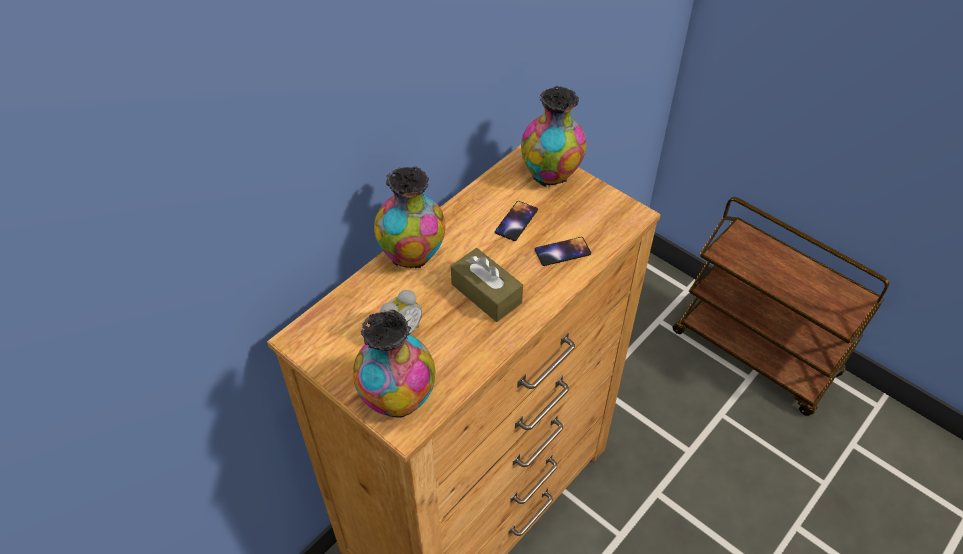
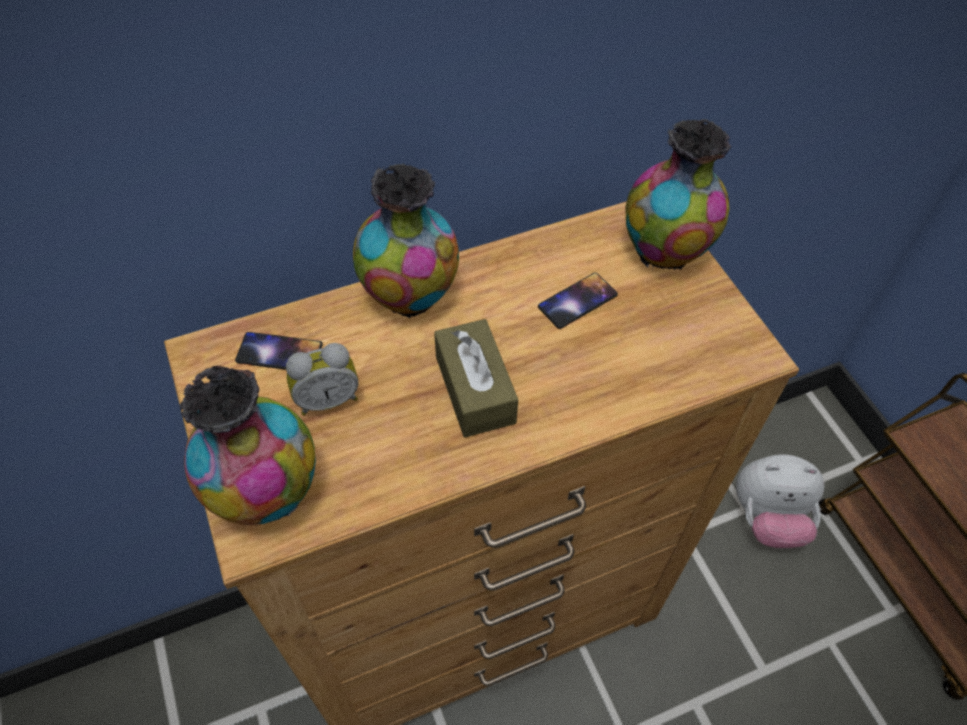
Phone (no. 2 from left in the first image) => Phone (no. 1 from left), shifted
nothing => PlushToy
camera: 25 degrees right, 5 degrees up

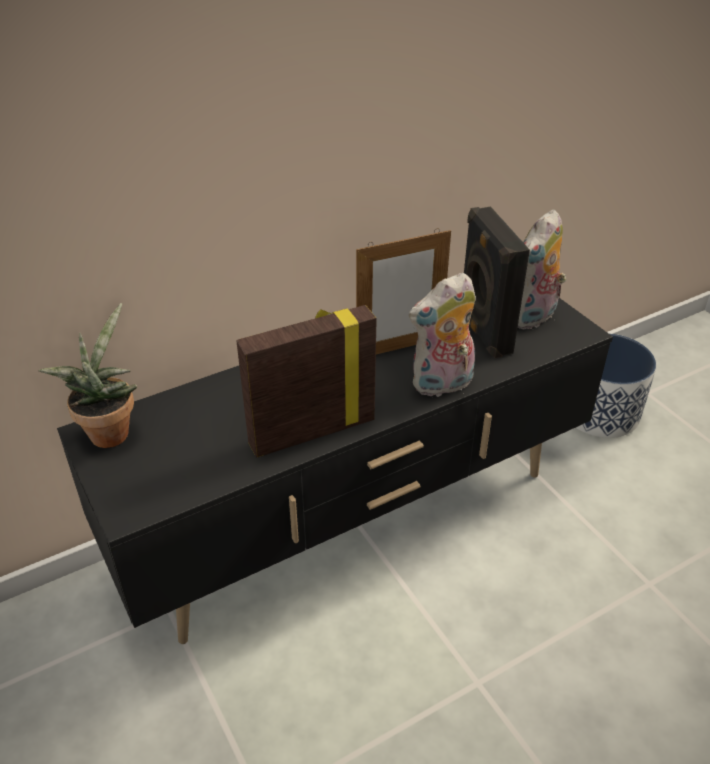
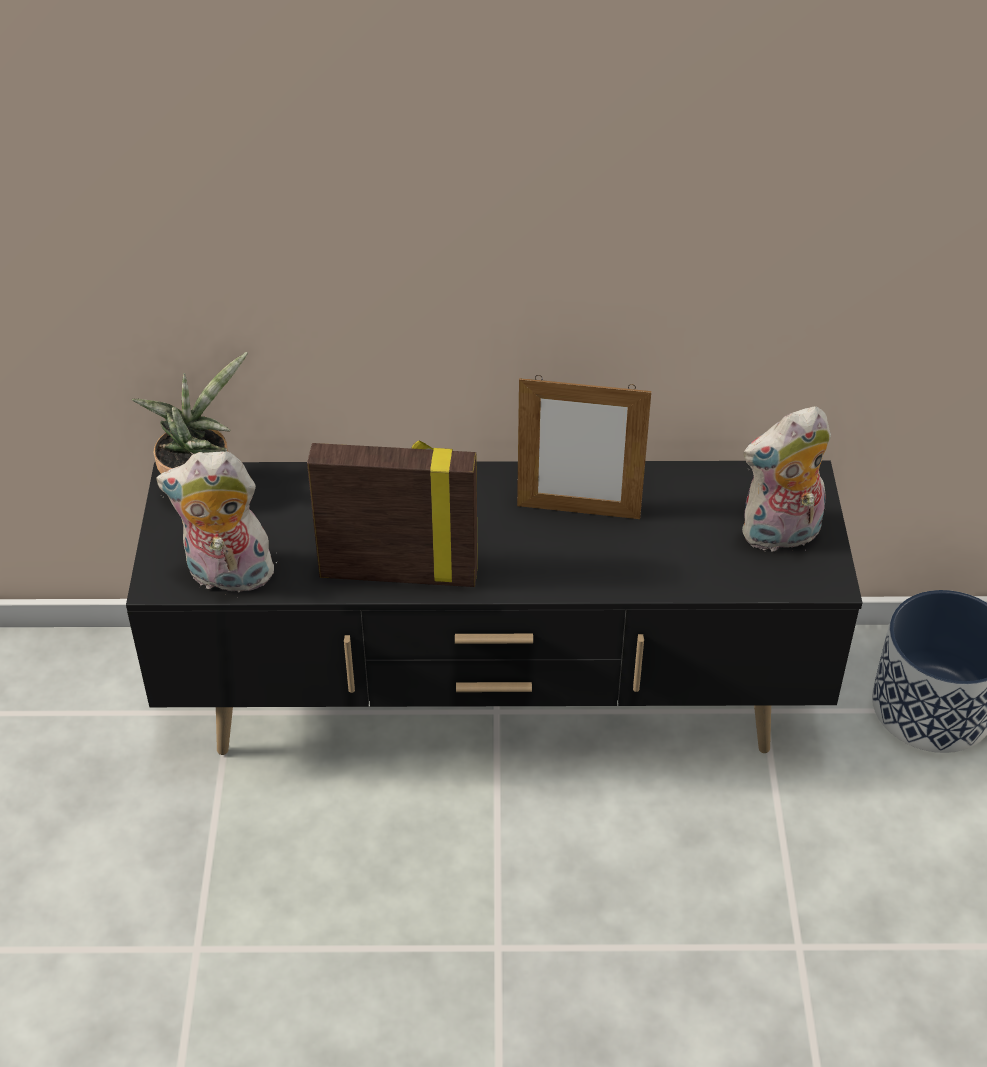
BlackSpeaker => nothing
PlushToy (no. 1 from left), shifted
camera: 30 degrees right, 5 degrees up

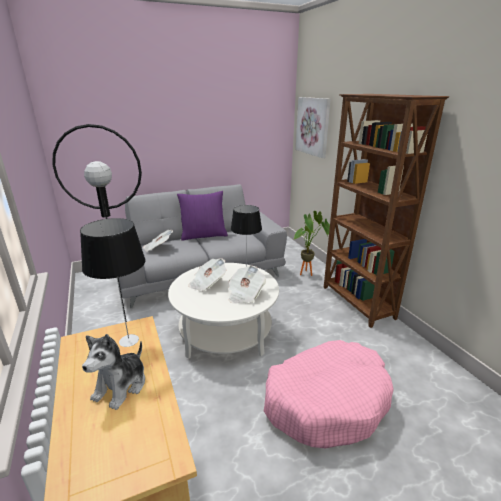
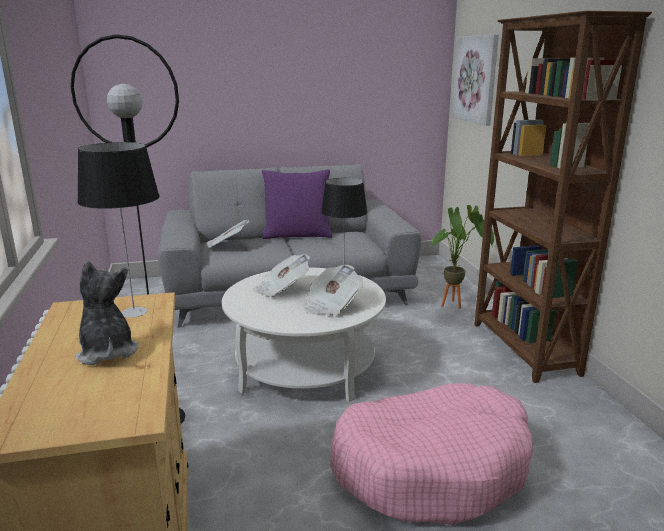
PlushToy, 120 degrees clockwise
camera: 10 degrees right, 5 degrees down

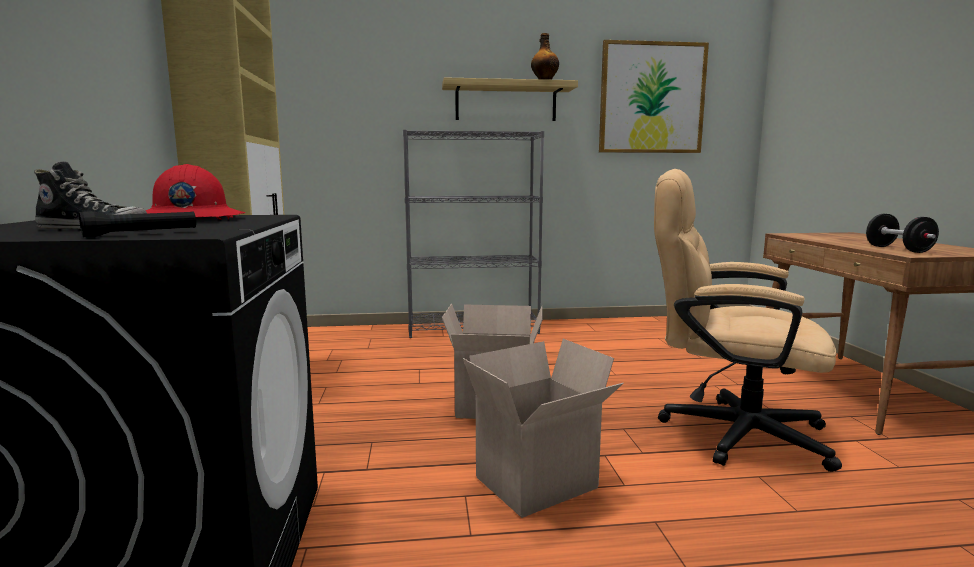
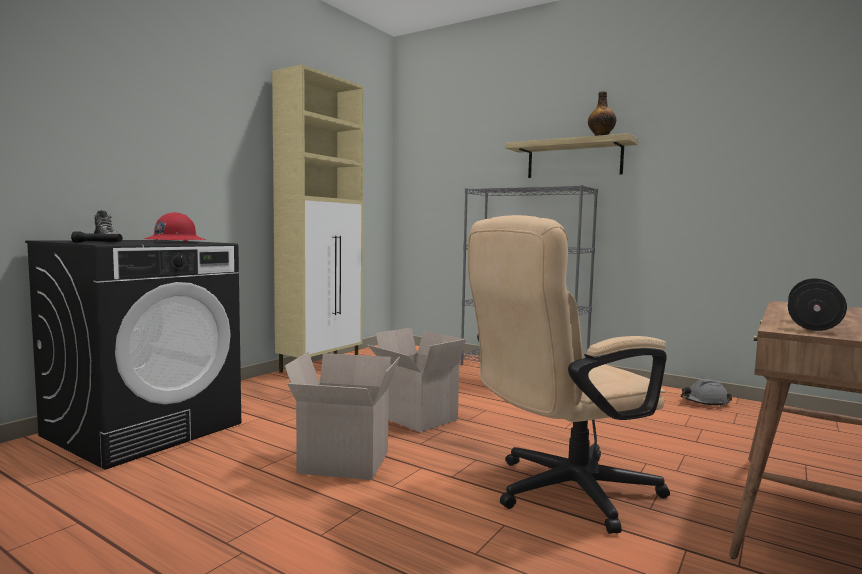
Picture => nothing
BeigeOfficeChair, 90 degrees counterclockwise
nothing => GreyHardHat
camera: 40 degrees right, 5 degrees down

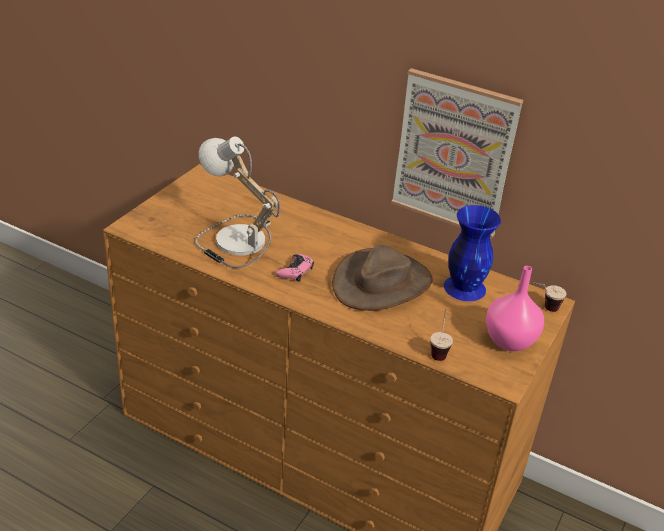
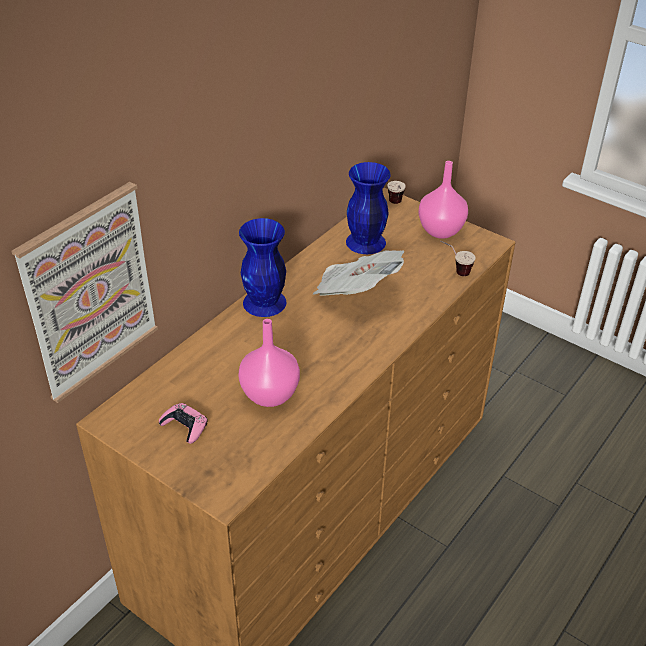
Picture, shifted
TableLamp => PinkVase (no. 1 from left)
BrownHat => Newspaper
PinkGameController, shifted
nothing => BlueVase (no. 1 from left)
camera: 80 degrees left, 5 degrees up

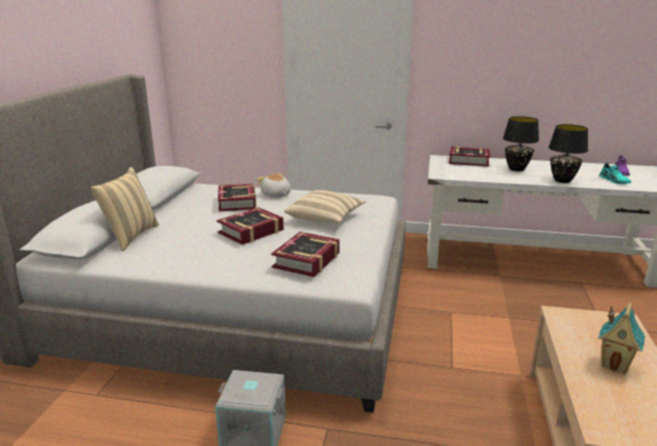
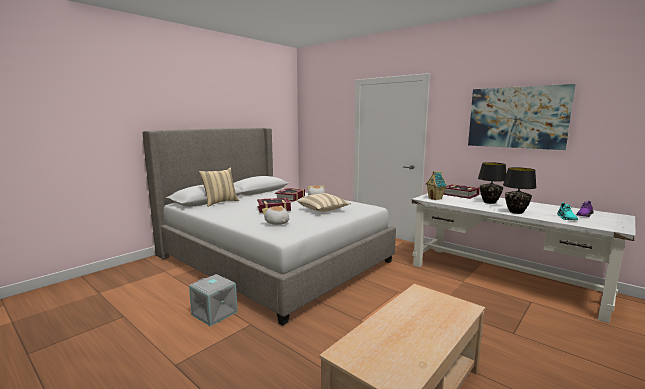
Book (no. 3 from left) => PlushToy (no. 1 from left)
ToyHouse, shifted
nothing => Picture
camera: 30 degrees right, 10 degrees down

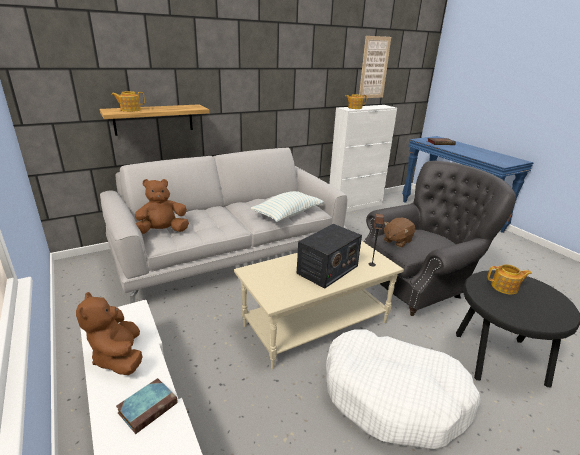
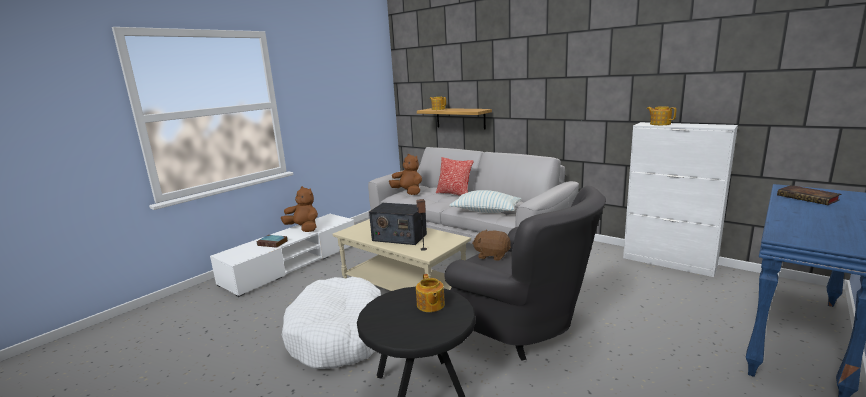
Picture => nothing
BrownPlushToy (no. 1 from left), 75 degrees clockwise
nothing => Pillow (no. 1 from left)
camera: 70 degrees right, 10 degrees down

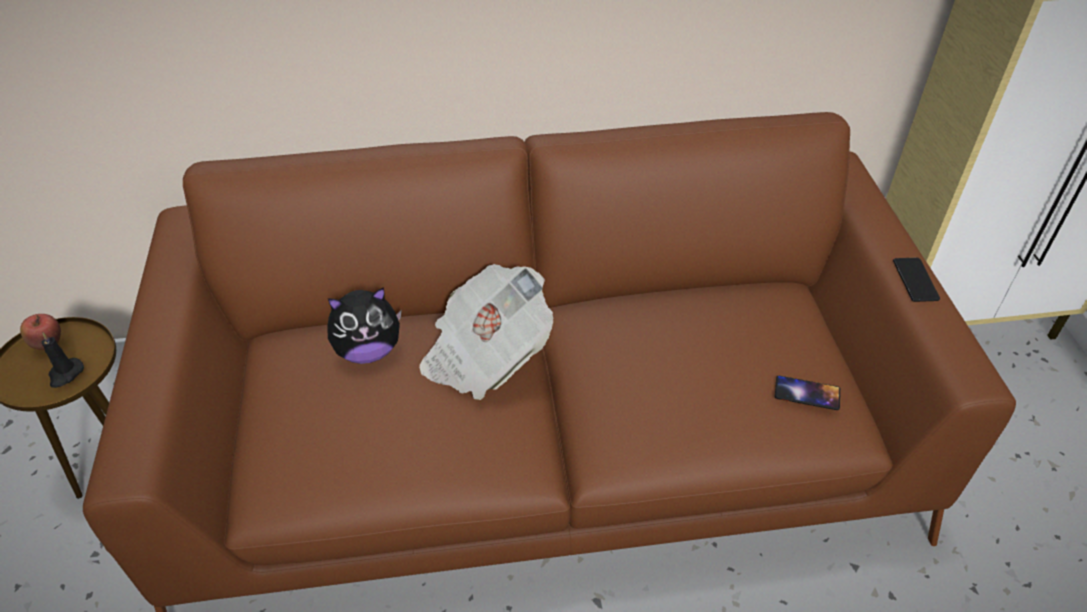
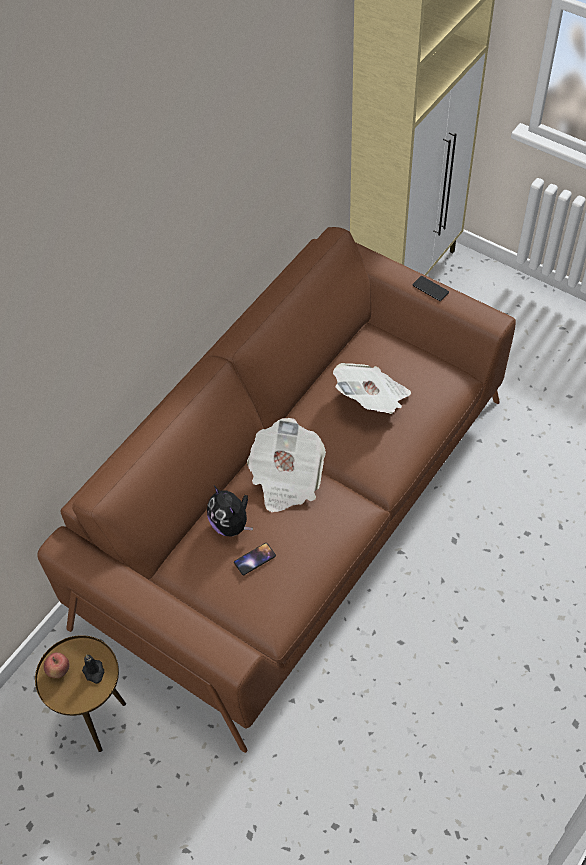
PlushToy, 120 degrees clockwise
Phone (no. 1 from left), shifted
nothing => Newspaper (no. 2 from left)
camera: 45 degrees left, 10 degrees up

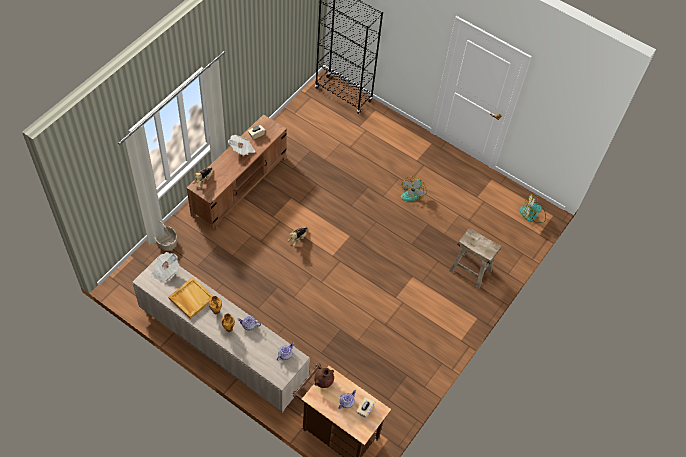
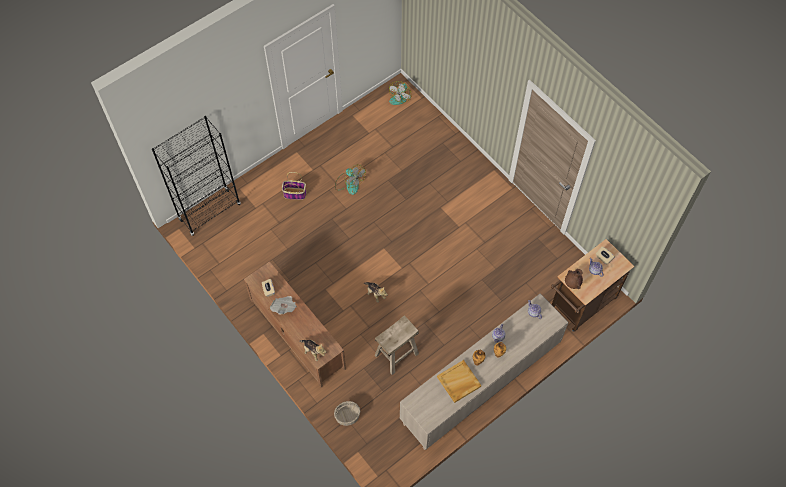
BeigeStool, shifted
Newspaper (no. 1 from left) => nothing
nothing => Basket (no. 1 from left)
camera: 70 degrees left, 5 degrees up

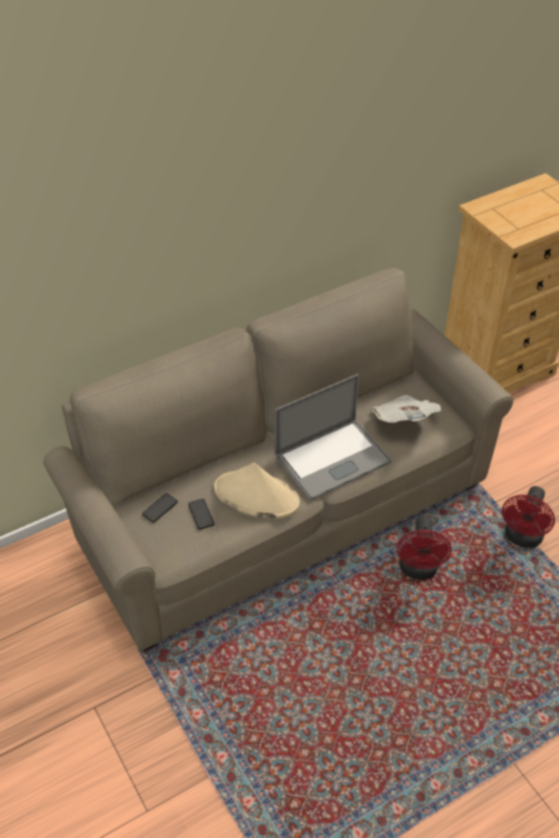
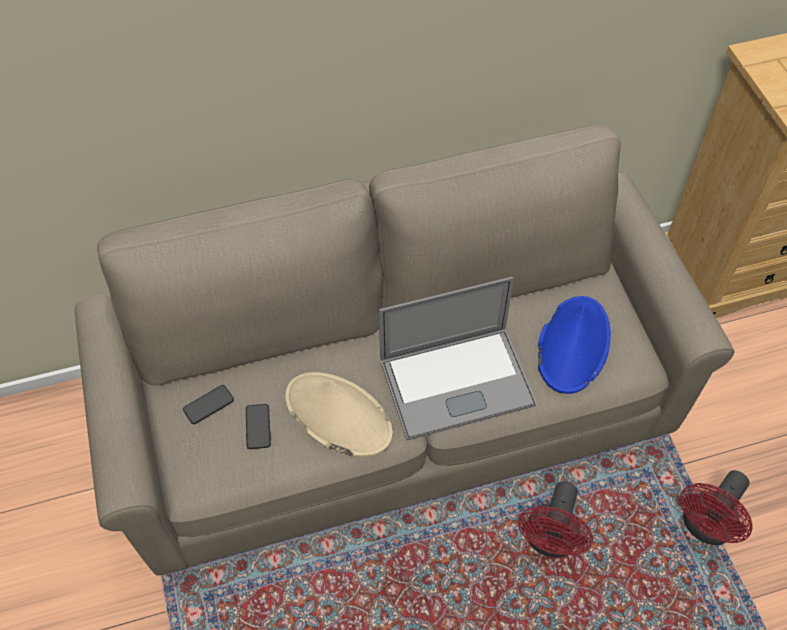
Newspaper => BlueHat
camera: 15 degrees right, 10 degrees up

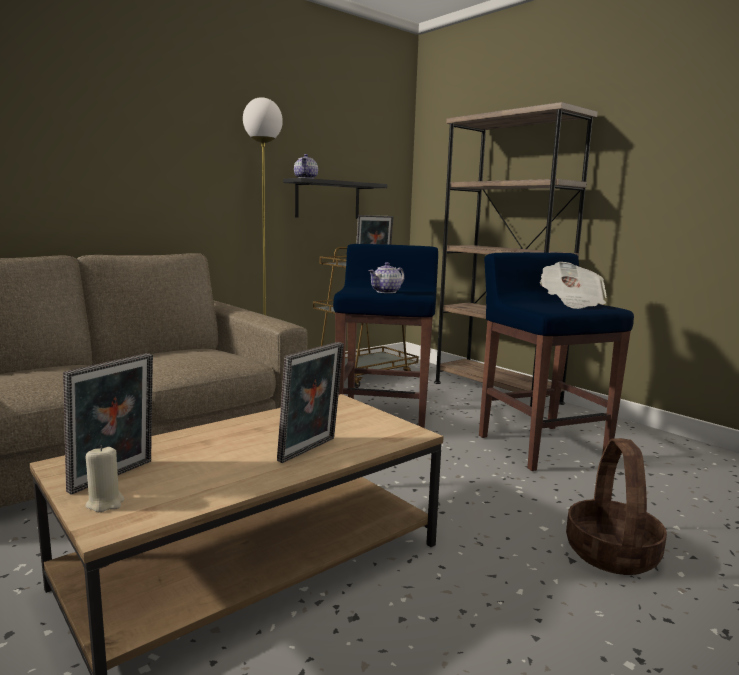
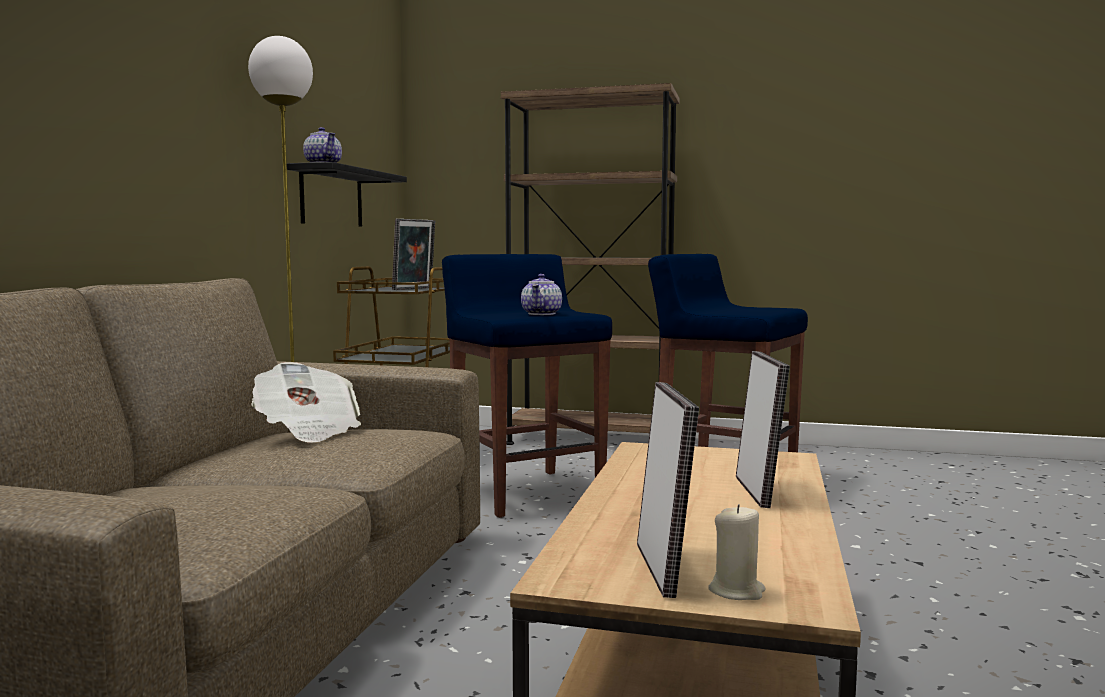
Newspaper, shifted
Basket => nothing
camera: 35 degrees left, 5 degrees down

